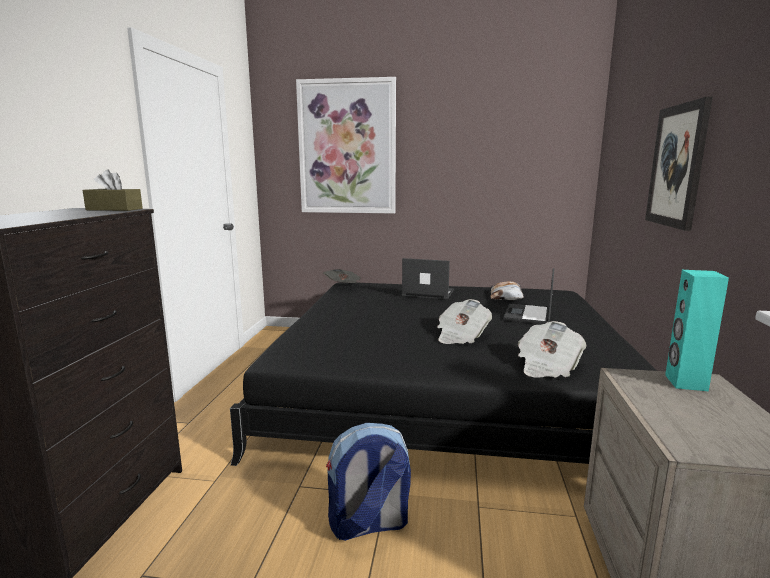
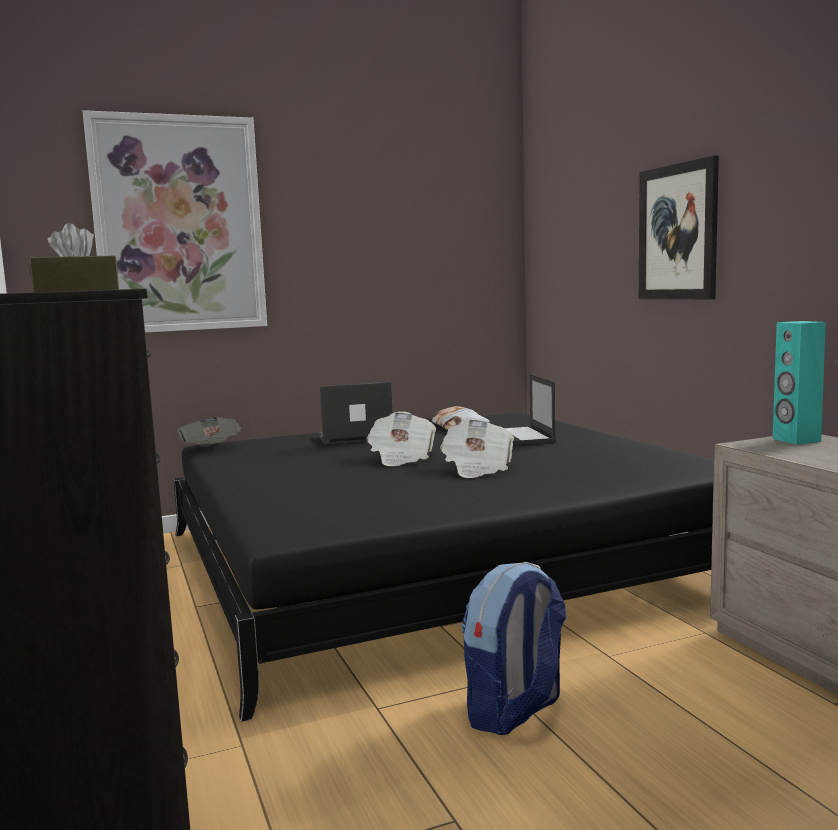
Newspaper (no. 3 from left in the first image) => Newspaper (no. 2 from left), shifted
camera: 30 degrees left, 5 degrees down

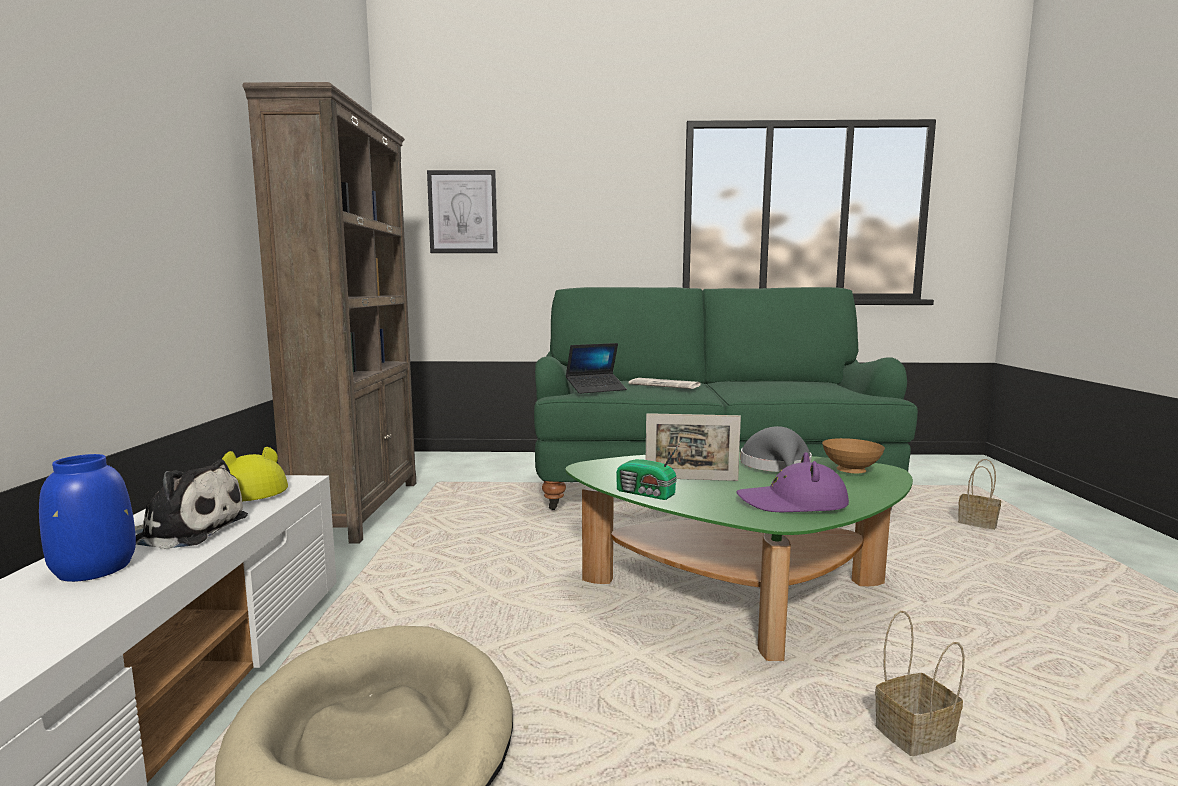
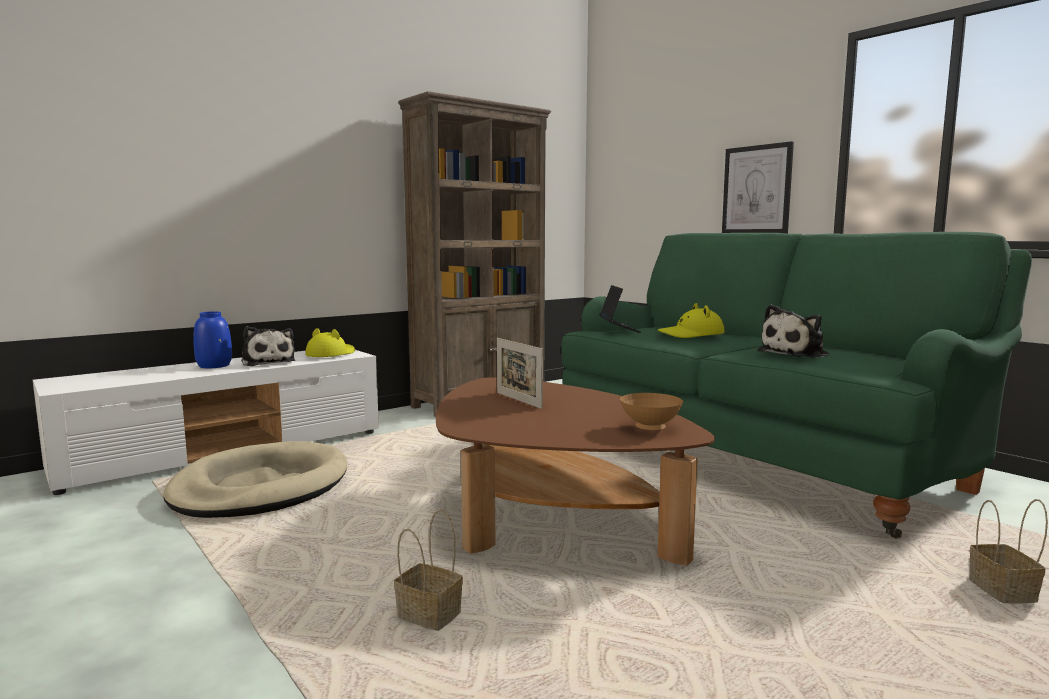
Picture, shifted
Laptop, 120 degrees counterclockwise
Newspaper => YellowHat (no. 2 from left)
GreyHat => nothing
Radio => nothing
GreenCoffeeTable => BrownCoffeeTable
PurpleHat => nothing
nothing => PlushToy (no. 2 from left)
camera: 50 degrees right, 0 degrees up

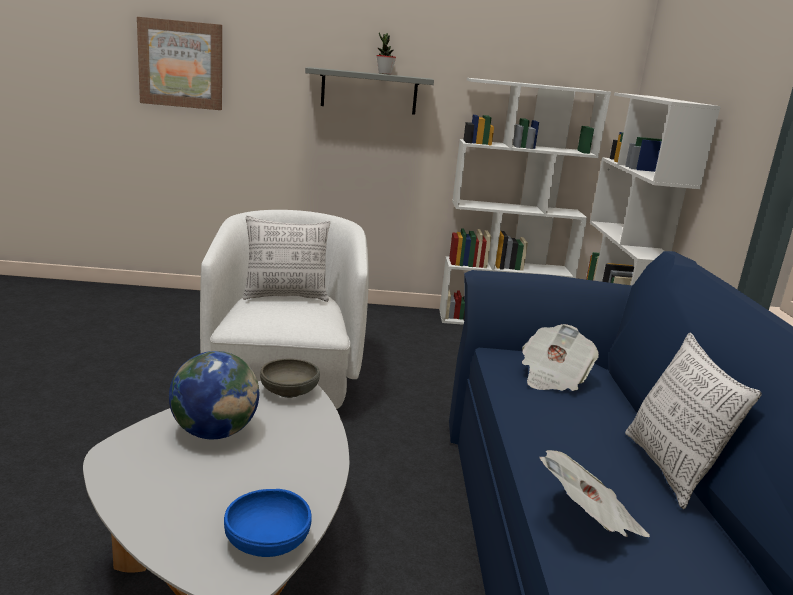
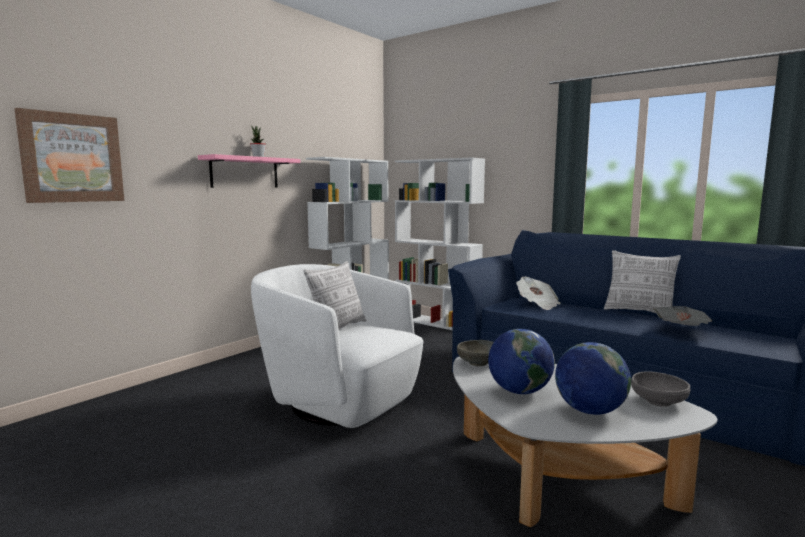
GreyShelf => PinkShelf
BlueBowl => GreyBowl (no. 2 from left)
nothing => Globe (no. 2 from left)
camera: 50 degrees left, 10 degrees down

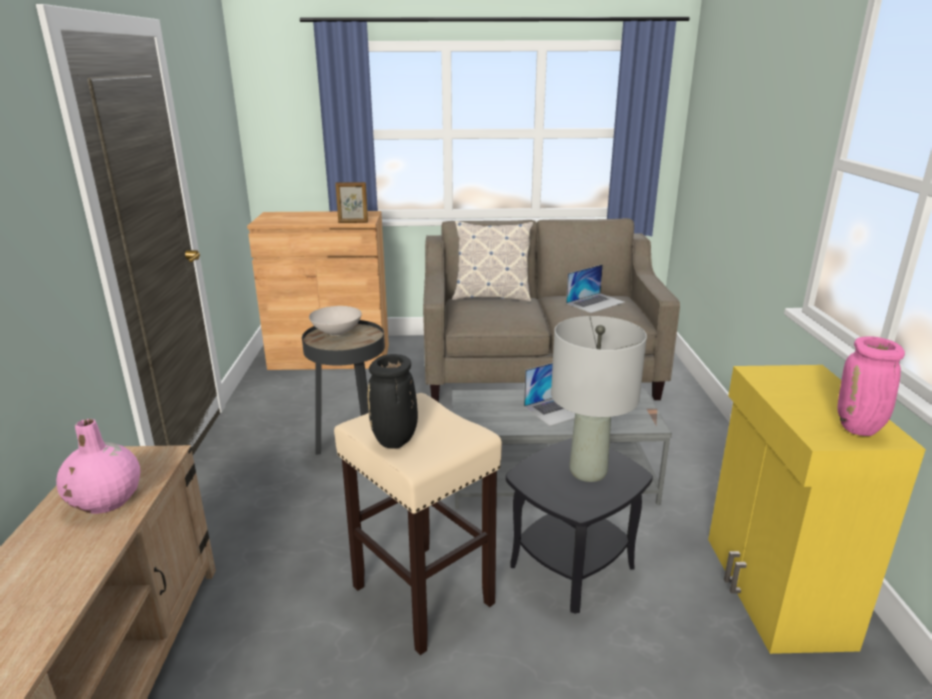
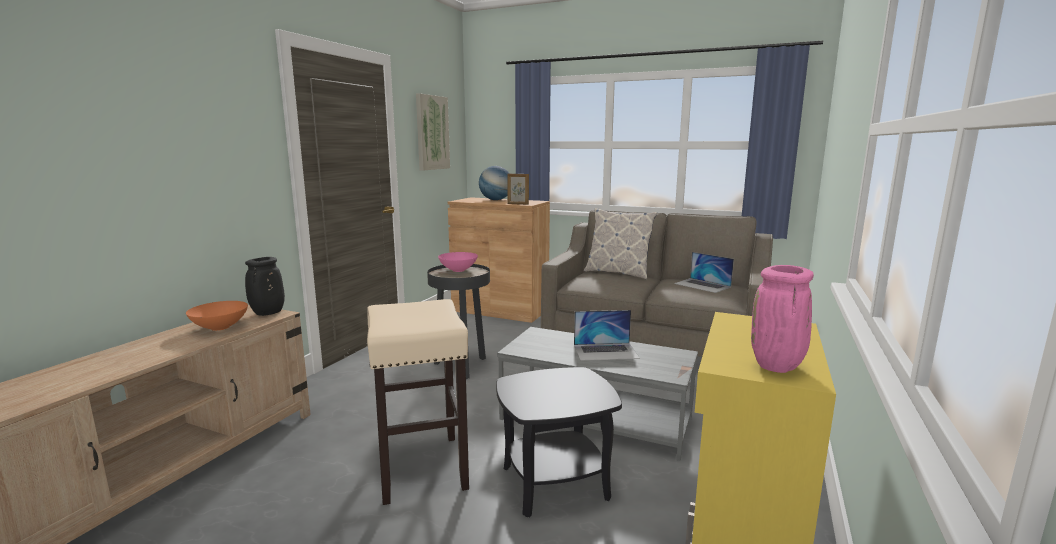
Laptop (no. 2 from left), 60 degrees clockwise
WhiteBowl => PinkBowl
GreyTableLamp => nothing
BlackVase, shifted
PinkVase (no. 1 from left) => OrangeBowl
nothing => Picture
nothing => Globe
camera: 25 degrees right, 10 degrees down

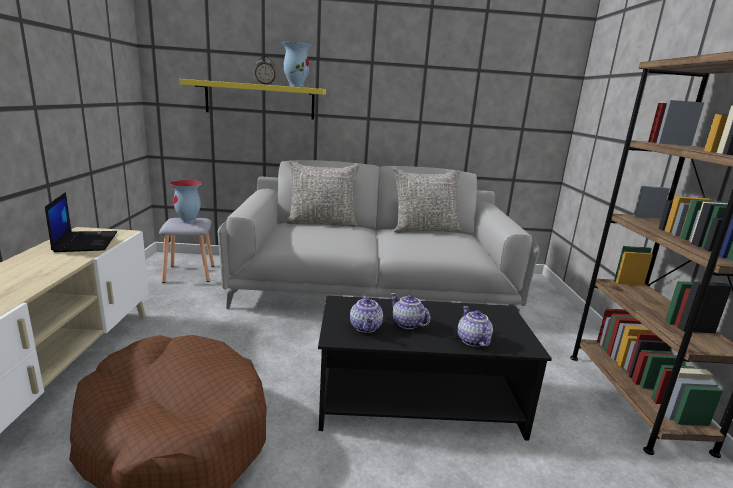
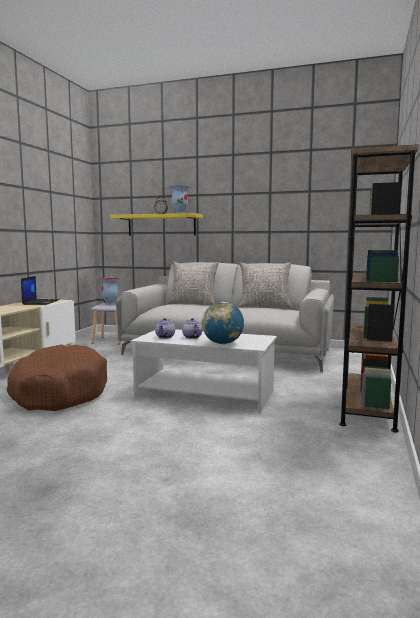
BlackCoffeeTable => WhiteCoffeeTable
Teapot (no. 3 from left) => Globe
camera: 20 degrees right, 10 degrees down

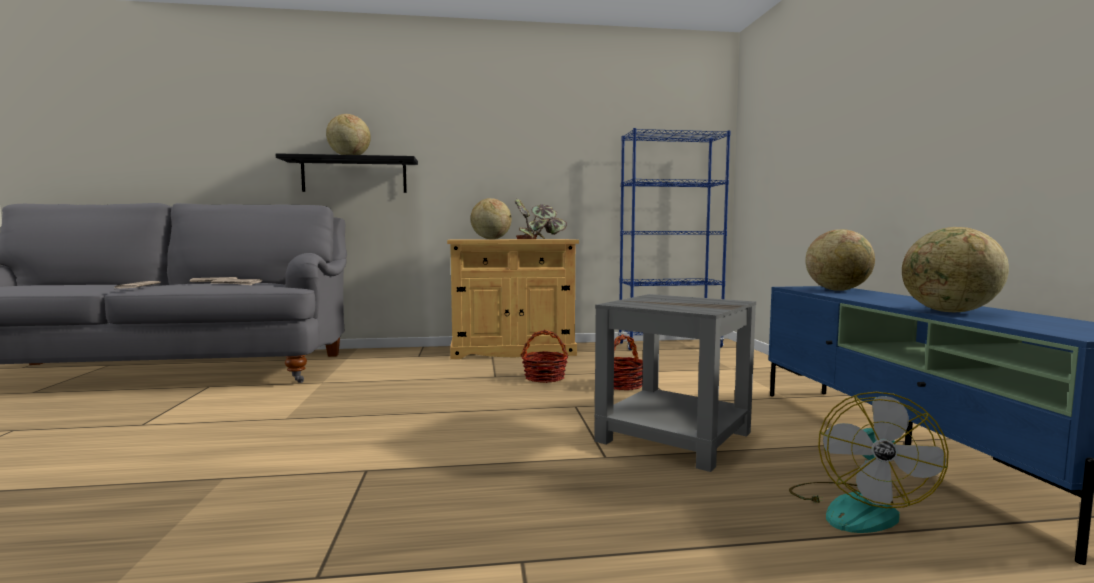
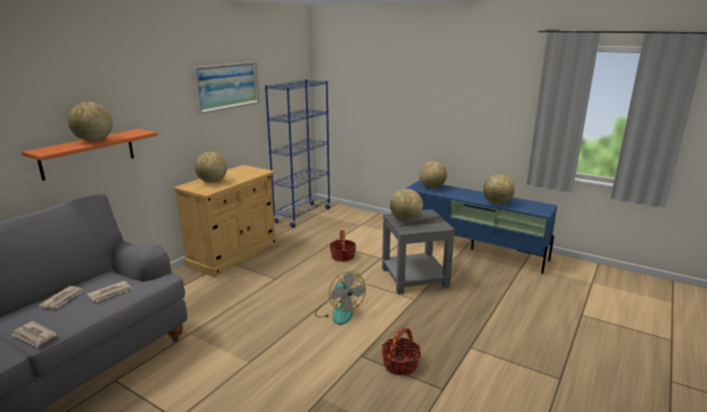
BlackShelf => OrangeShelf
PottedPlant => nothing
Basket (no. 1 from left in the first image) => Basket (no. 2 from left), shifted
Fan, shifted
nothing => Picture
nothing => Globe (no. 3 from left)
camera: 50 degrees left, 15 degrees up

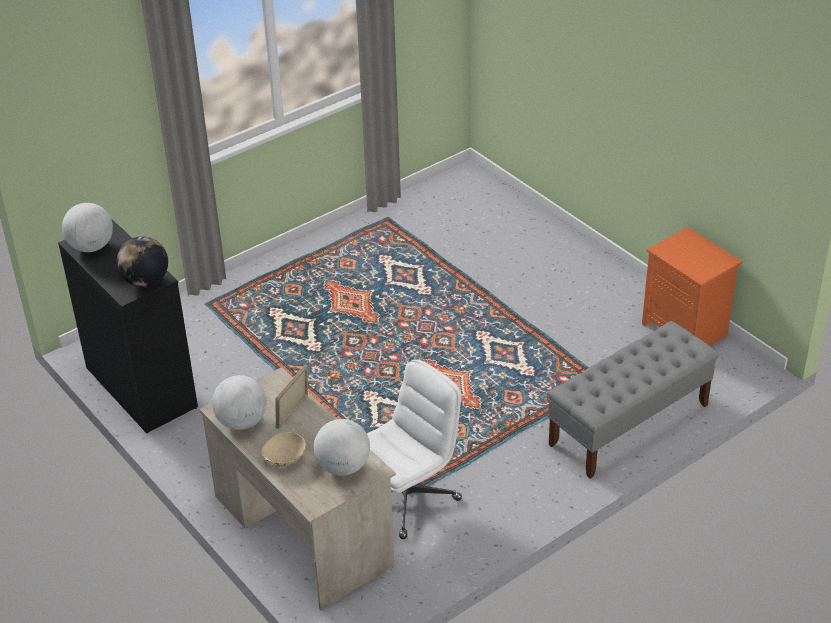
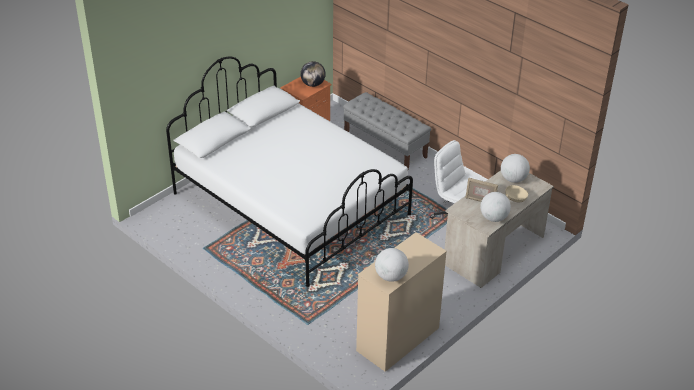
BlackDresser => BeigeDresser
Globe (no. 2 from left in the first image) => Globe (no. 1 from left), shifted
nothing => WhiteBed
camera: 100 degrees left, 0 degrees up

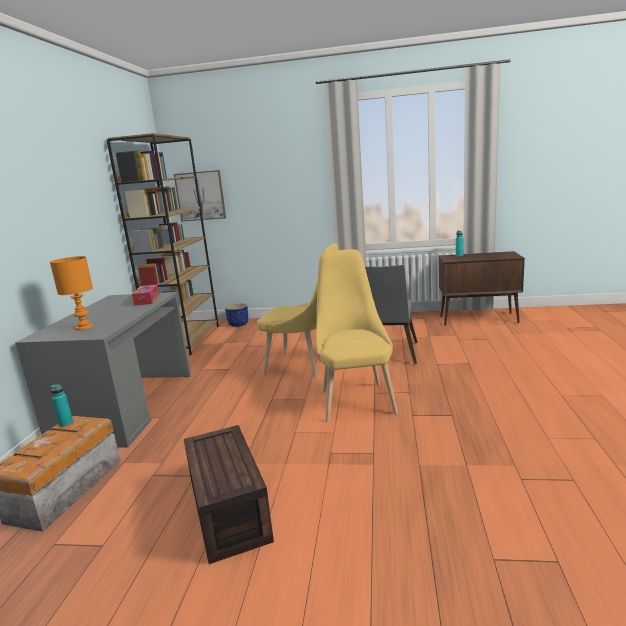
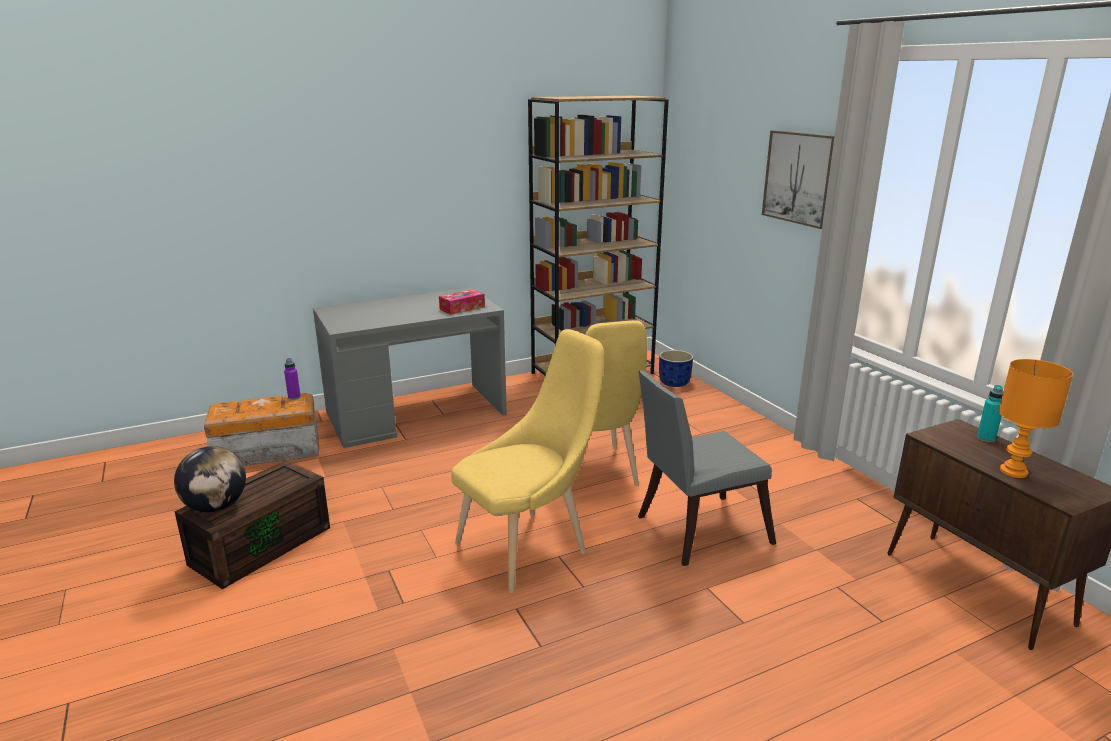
Picture, shifted
OrangeTableLamp, shifted
TurquoiseBottle (no. 1 from left) => PurpleBottle
nothing => Globe
camera: 55 degrees right, 5 degrees up

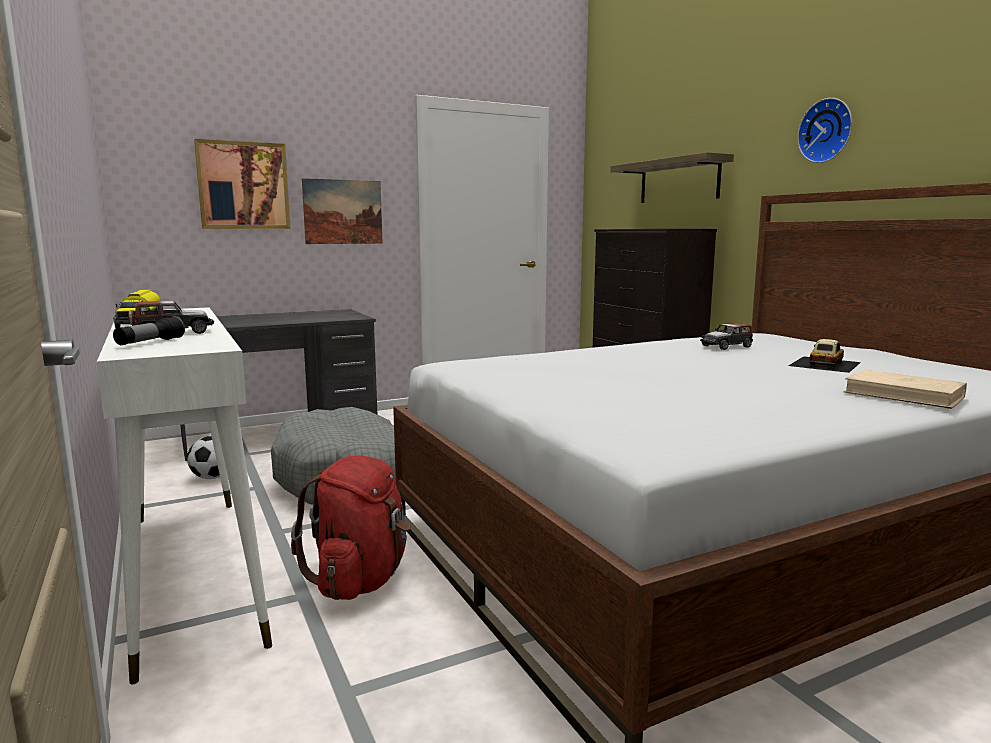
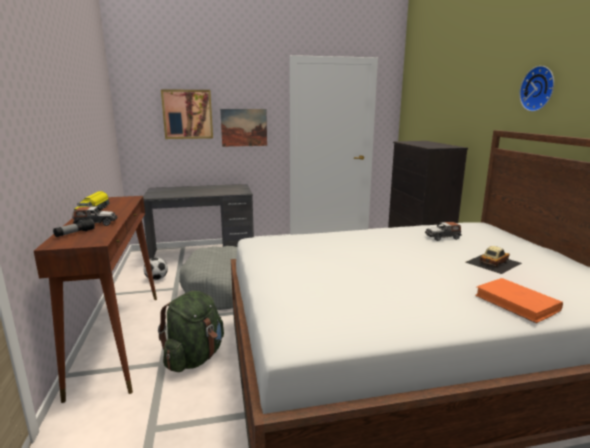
Shelf => nothing
WhiteConsoleTable => BrownConsoleTable
BeigeBook => OrangeBook
RedBackpack => GreenBackpack
camera: 15 degrees right, 5 degrees up

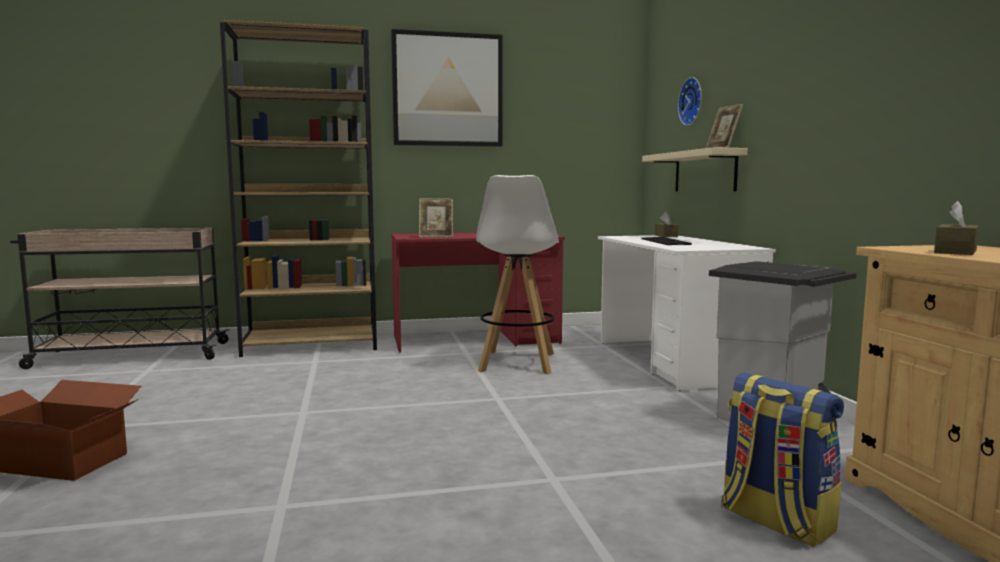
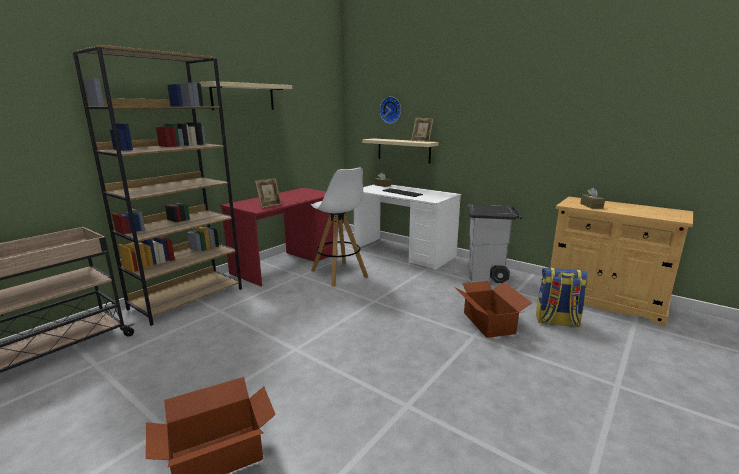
Picture => BeigeShelf (no. 1 from left)
nothing => CardboardBox (no. 2 from left)
camera: 40 degrees left, 10 degrees up

